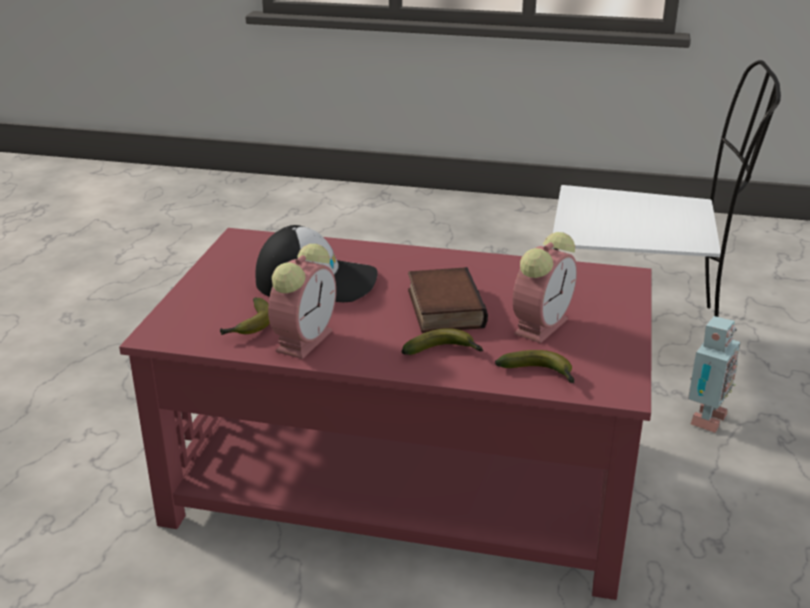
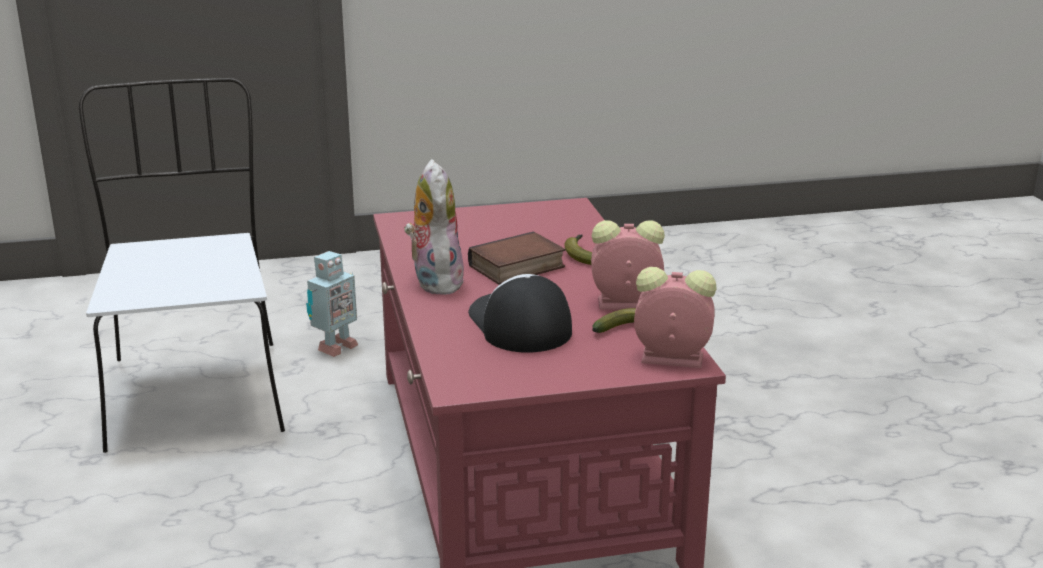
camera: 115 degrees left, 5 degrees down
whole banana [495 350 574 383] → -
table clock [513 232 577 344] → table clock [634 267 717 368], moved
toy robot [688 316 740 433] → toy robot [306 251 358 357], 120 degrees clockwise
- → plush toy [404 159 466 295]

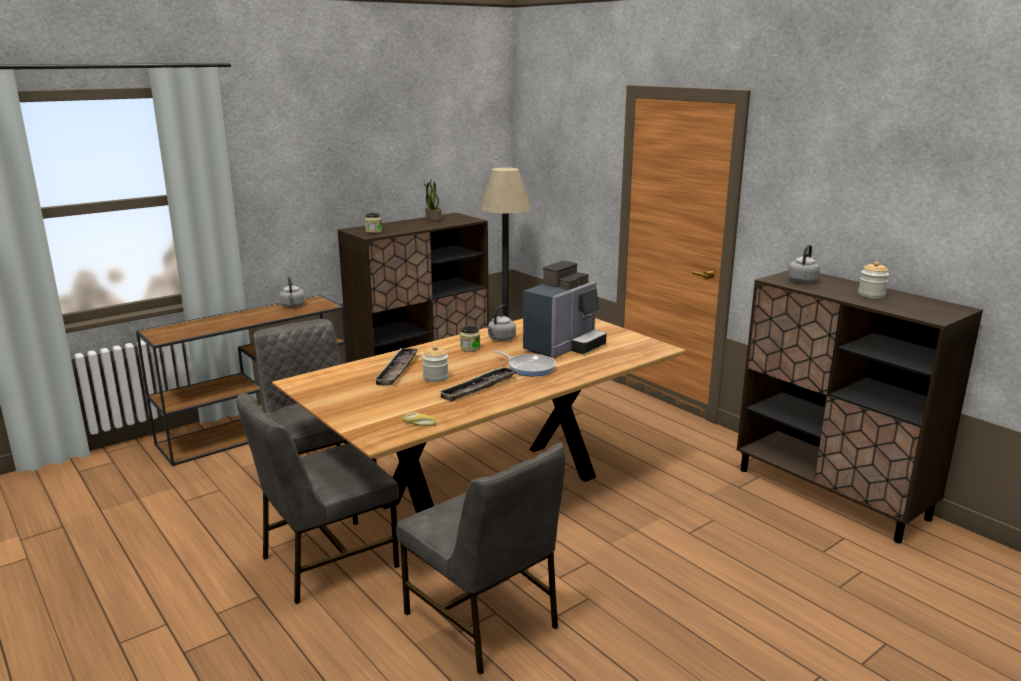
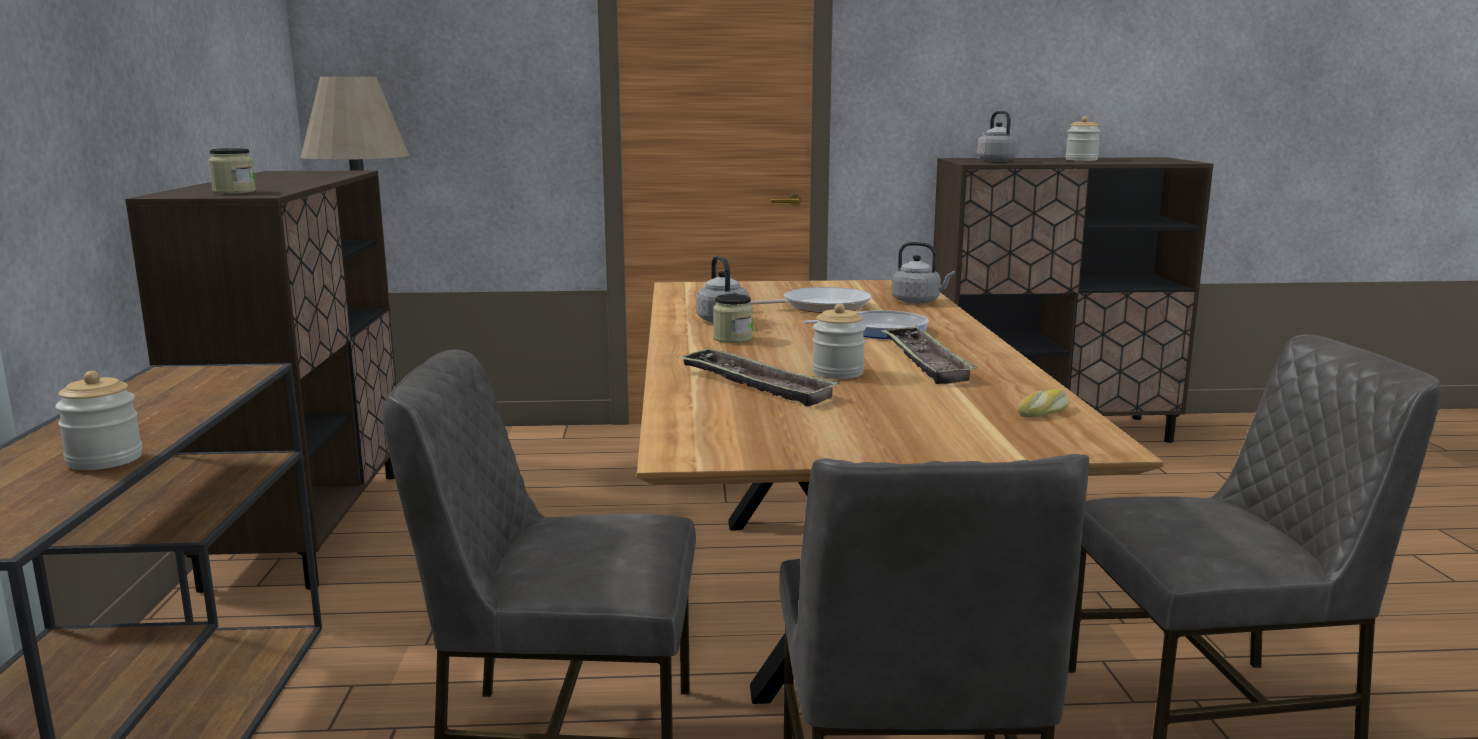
camera: 55 degrees left, 5 degrees down
water kettle/gray [279 276 305 307] → water kettle/gray [892 242 955 304], moved
potted plant [423 178 442 221] → -
coffee brewer [523 261 606 358] → skillet [750 287 872 313]
- → jar [55 371 142 470]

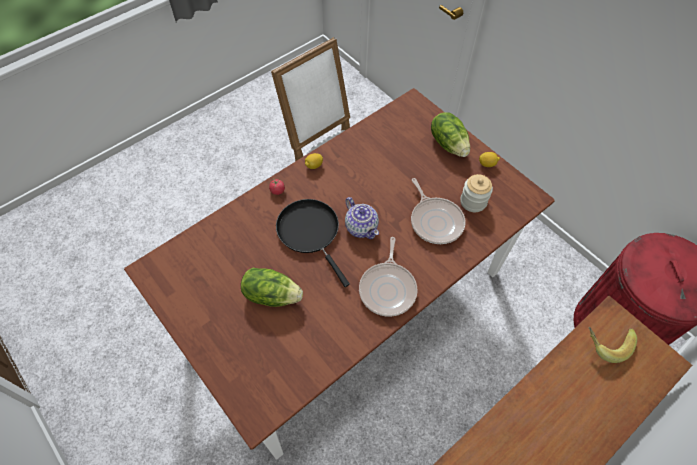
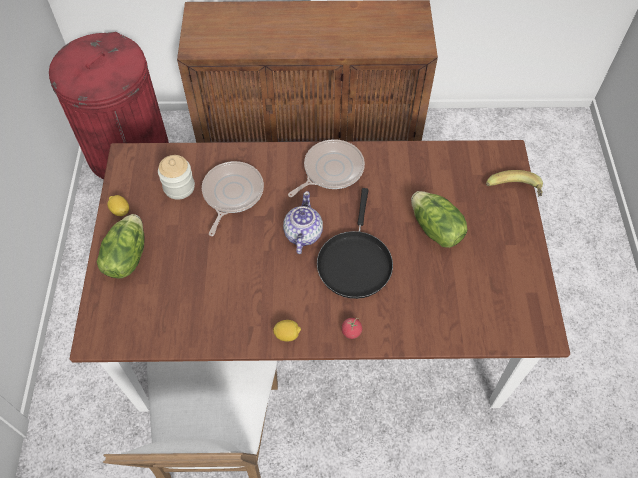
camera: 140 degrees left, 0 degrees up
whole banana [588 327 637 363] → whole banana [486 170 543 197], moved

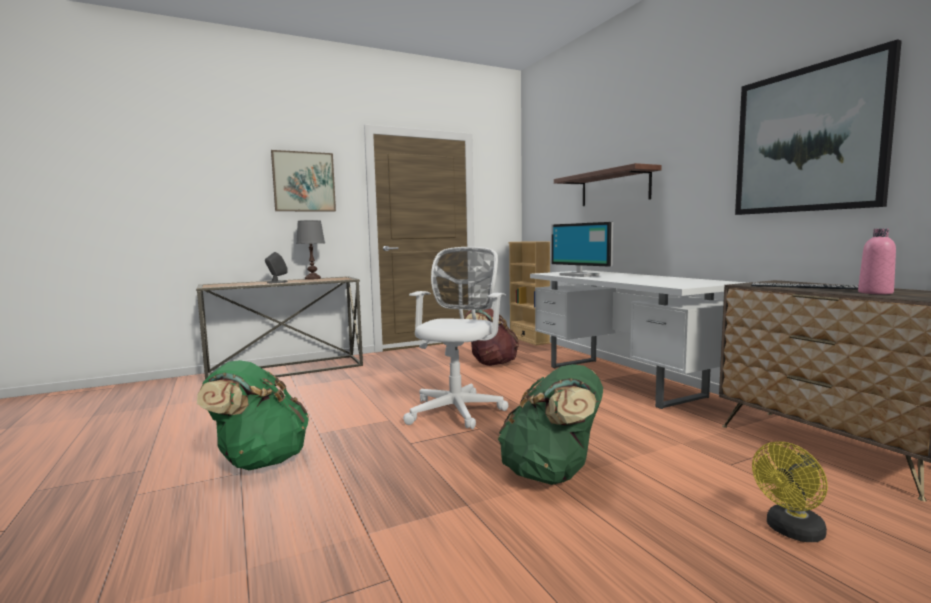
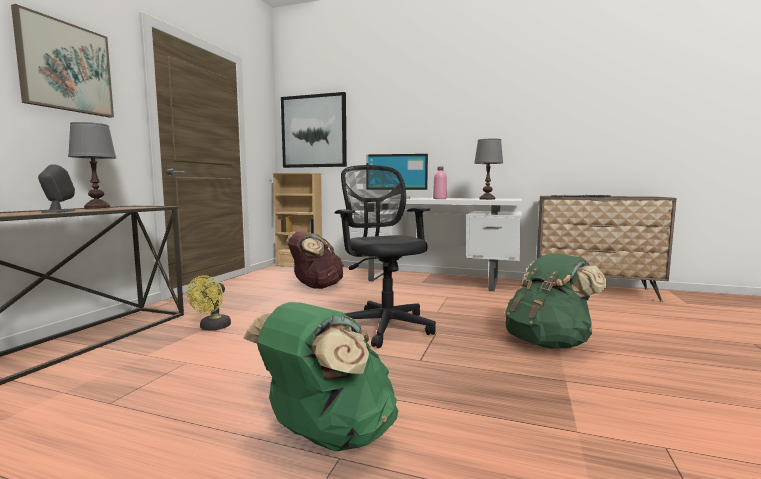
camera: 45 degrees left, 0 degrees up
desk chair/white-coloured [403 247 508 429] → desk chair/black [334 165 436 348]
wall shelf [554 163 662 206] → -
wall art [735 39 902 215] → wall art [281 92 347 168], moved
fan/yellowish [752 441 828 542] → fan/yellowish [187 275 231 330], moved
bottle/pink-coloured [858 228 896 294] → bottle/pink-coloured [433 167 447 199], moved
- → lamp for a table/gray [474 139 503 200]

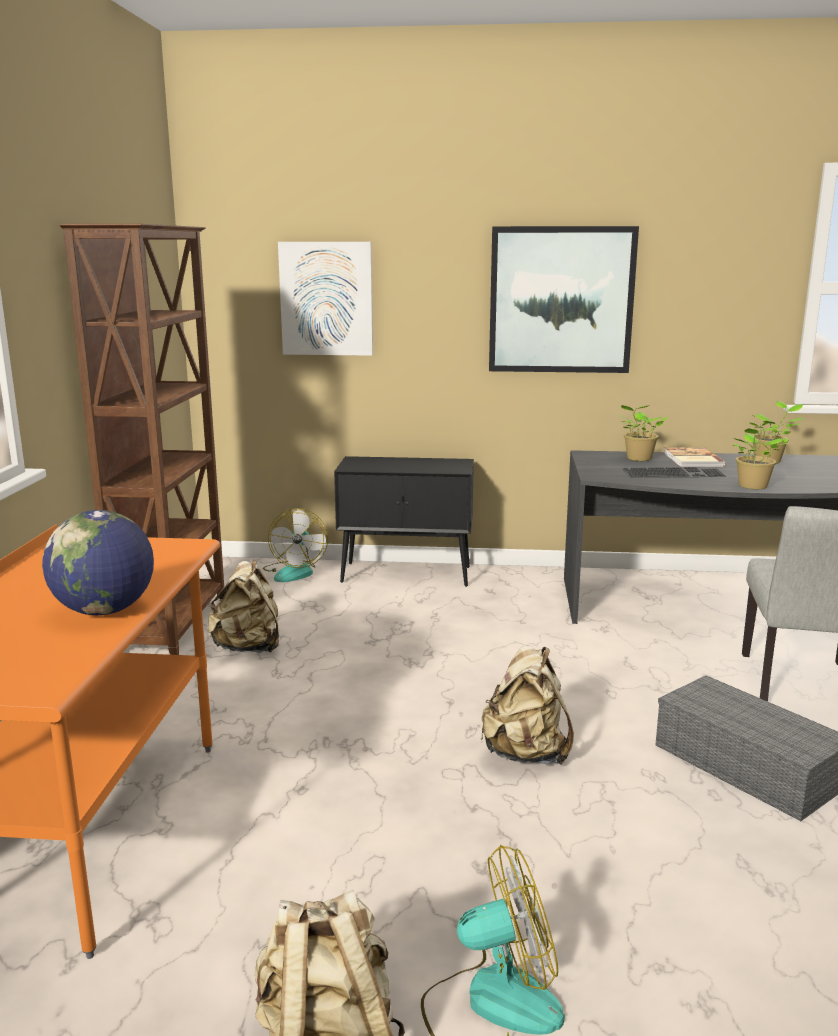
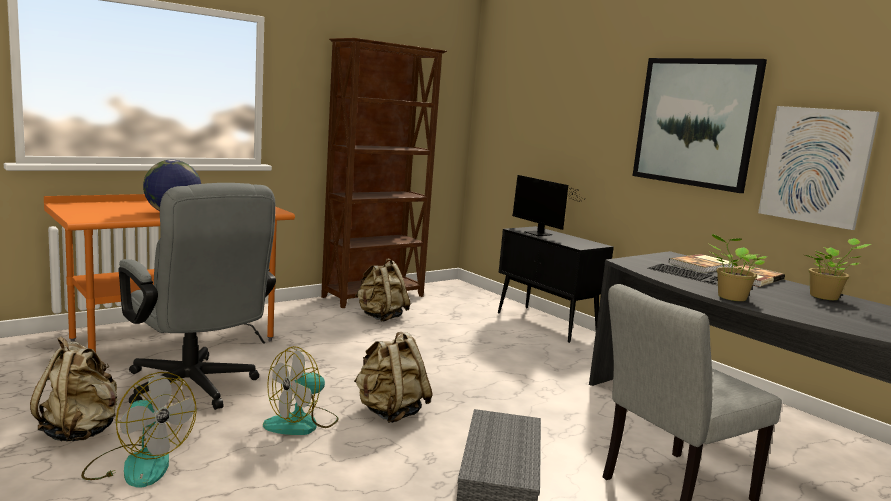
camera: 45 degrees right, 5 degrees down
fan [263 508 328 582] → fan [263 346 338 435], moved
wall art [278 242 373 356] → wall art [758 106 880 230], moved
potted plant [617 405 668 461] → volume [669 254 735 273]
- → desk chair/gray [118 183 276 410]
- → monitor [512 175 582 236]

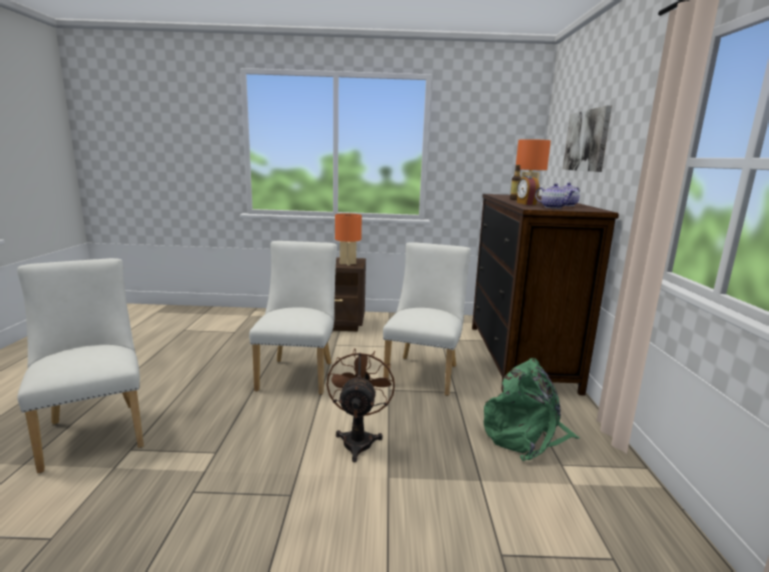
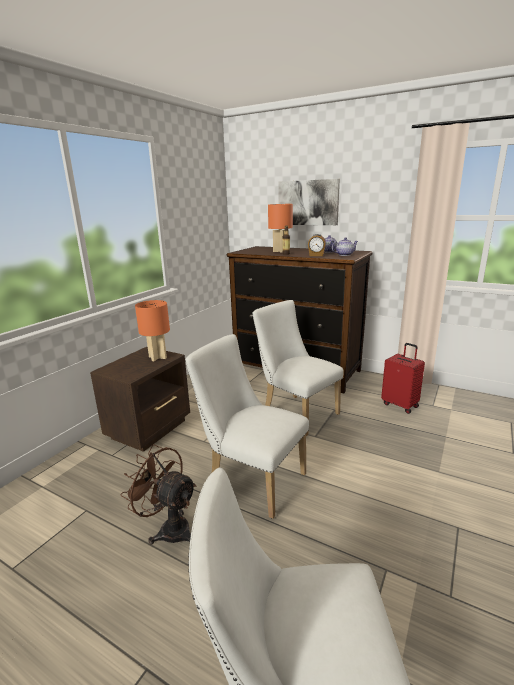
camera: 60 degrees left, 5 degrees up
fan/brown [326 348 395 462] → fan/brown [121 444 197 545], moved
backpack/green-coloured [484 358 580 461] → travel case/red [381 343 425 414]

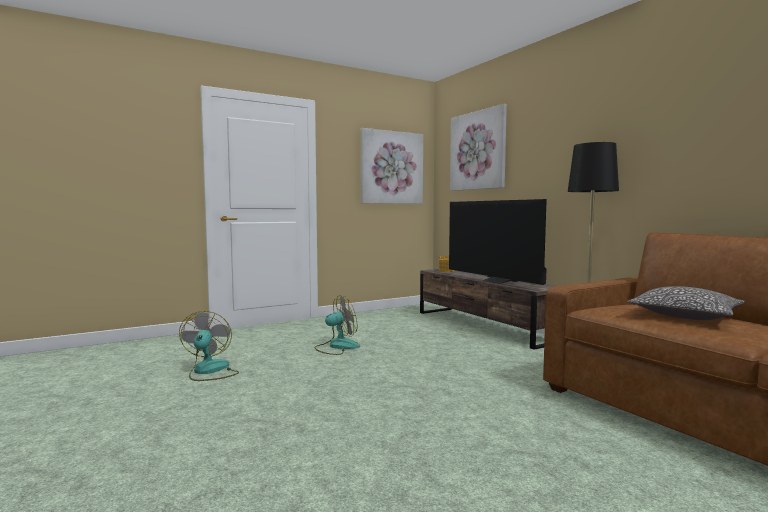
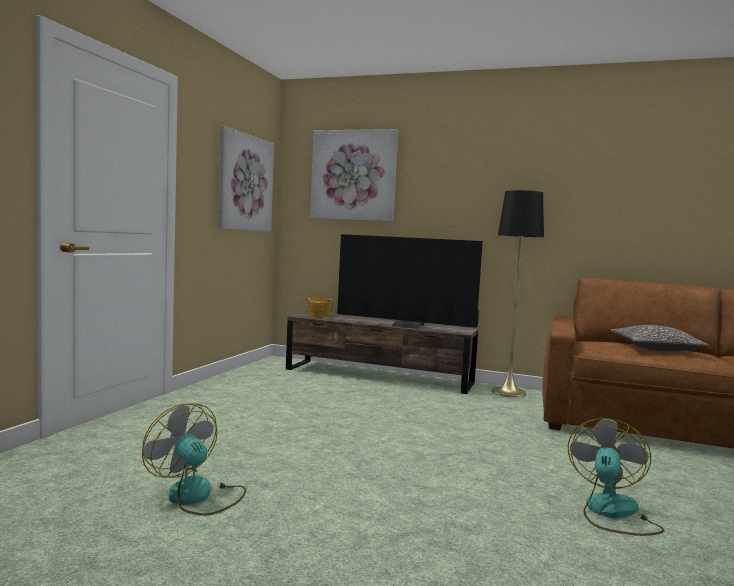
camera: 40 degrees left, 0 degrees up
fan [314 295 360 355] → fan [568 418 664 536], moved

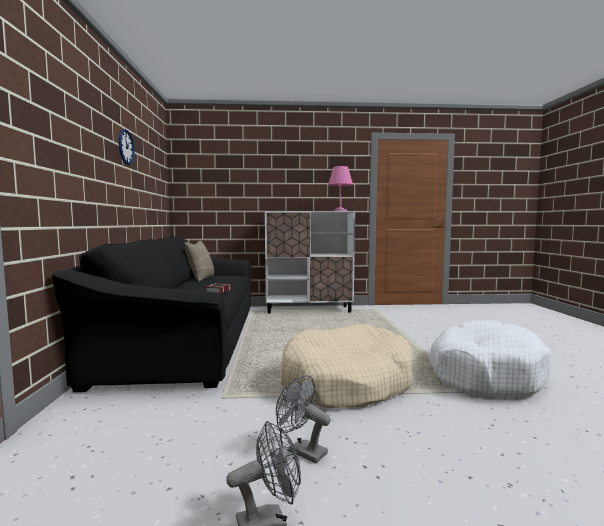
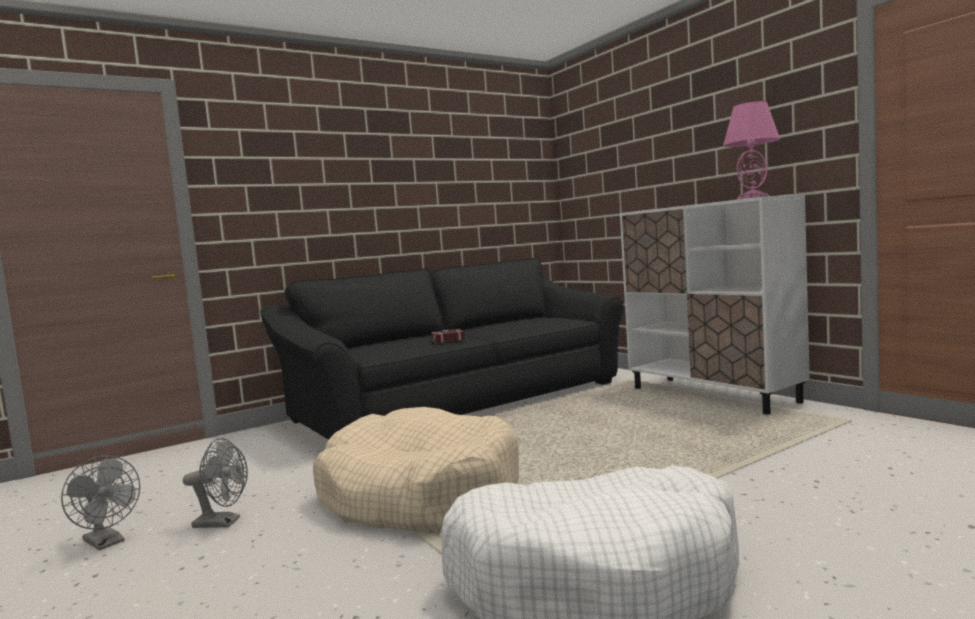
camera: 60 degrees right, 0 degrees up
clock on the wall [119 129 134 165] → -
pillow/sand-coloured [185 241 215 282] → -
fan/gray [276 375 331 463] → fan/gray [183 438 248 528], 90 degrees clockwise

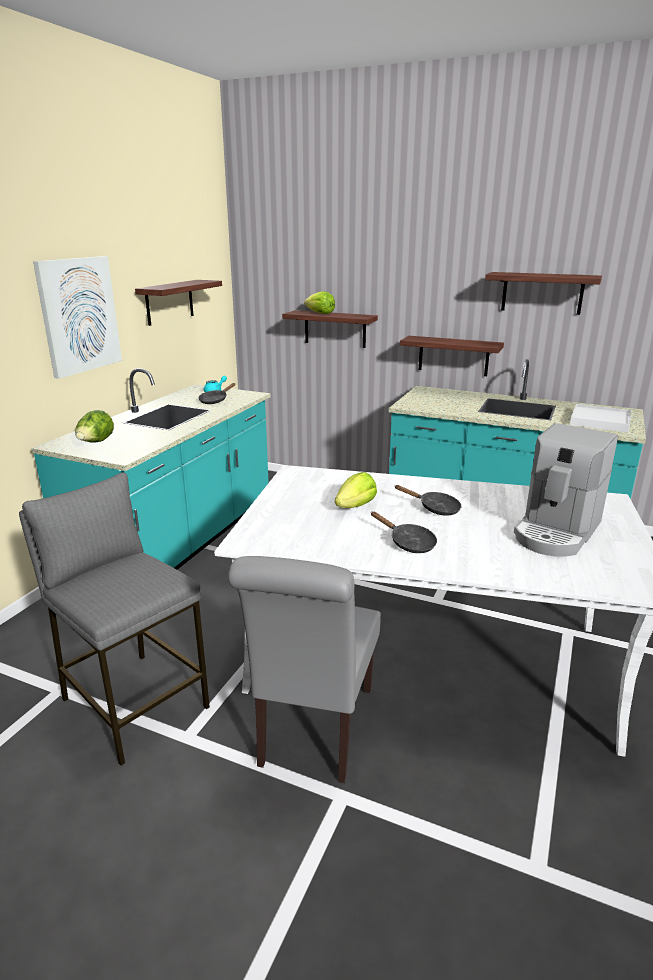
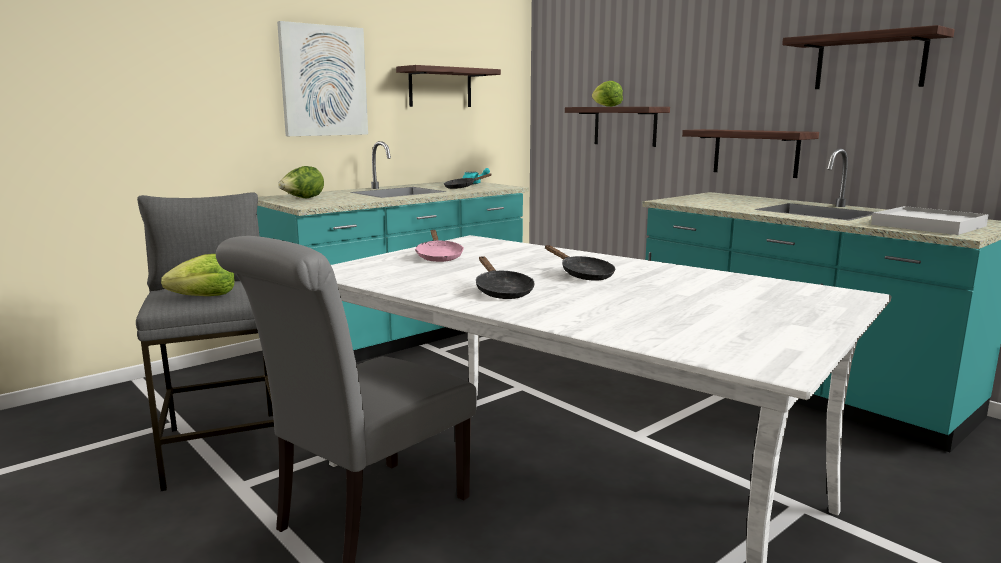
camera: 25 degrees right, 10 degrees down
lettuce head [335 472 377 508] → lettuce head [161 254 235 296], moved
coffee brewer [514 423 618 557] → -
- → skillet/pink-coloured [415 230 464 262]

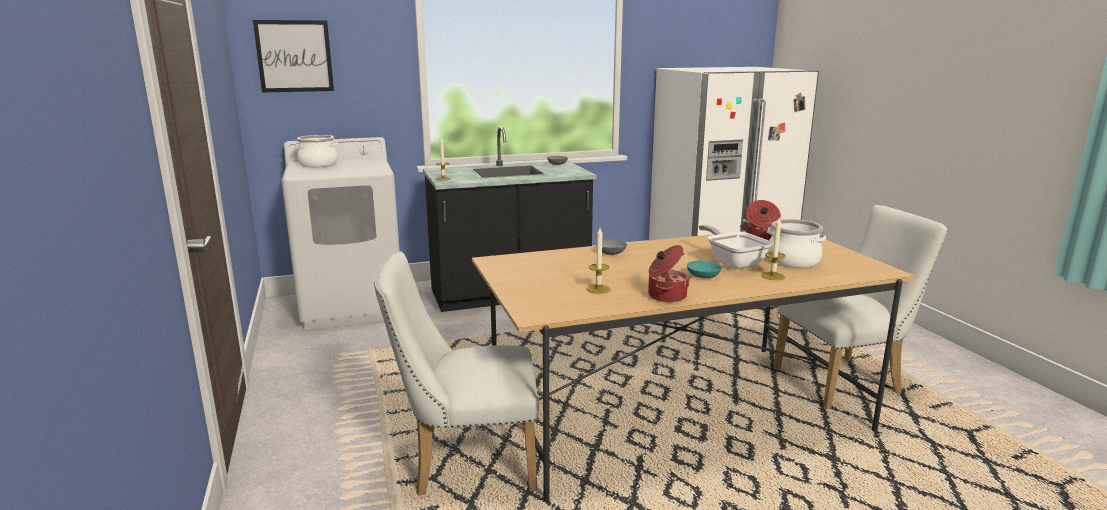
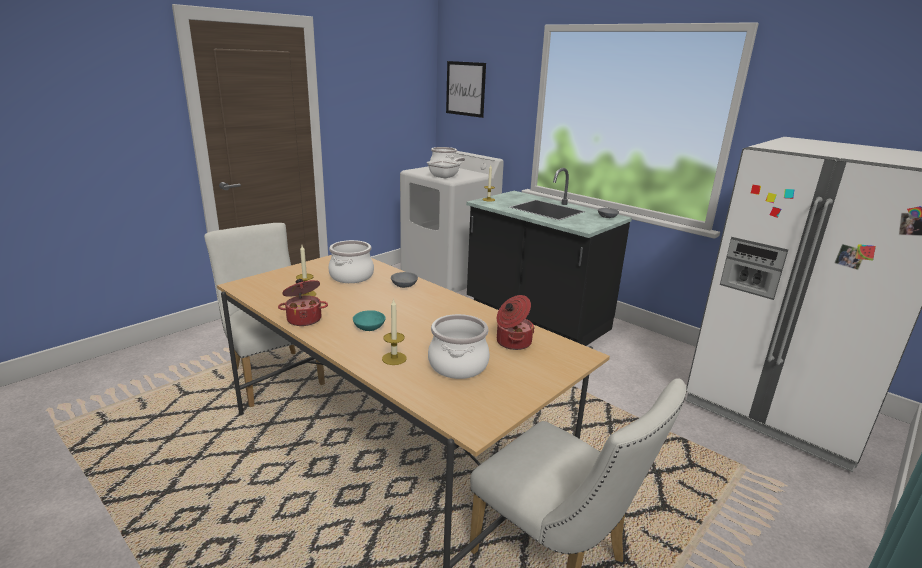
camera: 60 degrees right, 5 degrees up
skillet [698 225 772 269] → skillet [427 157 465 178], moved
- → stockpot [328 240 374 283]

